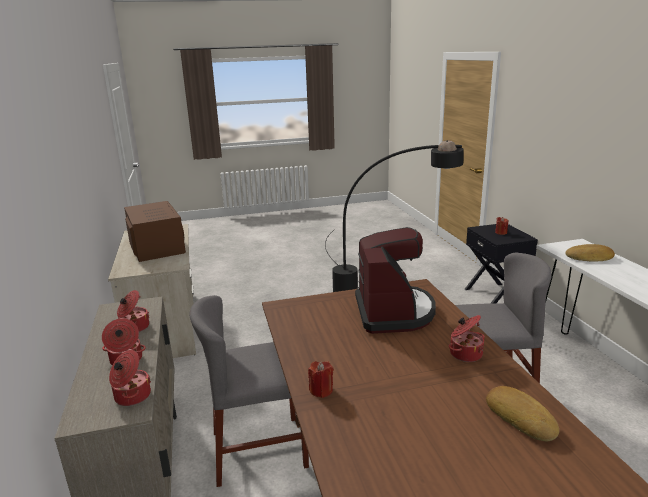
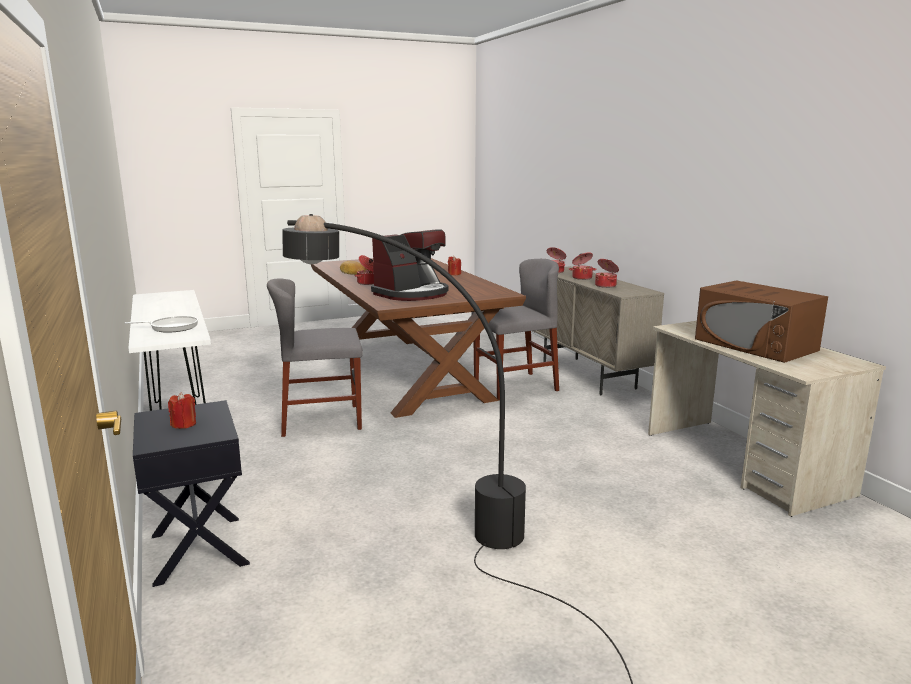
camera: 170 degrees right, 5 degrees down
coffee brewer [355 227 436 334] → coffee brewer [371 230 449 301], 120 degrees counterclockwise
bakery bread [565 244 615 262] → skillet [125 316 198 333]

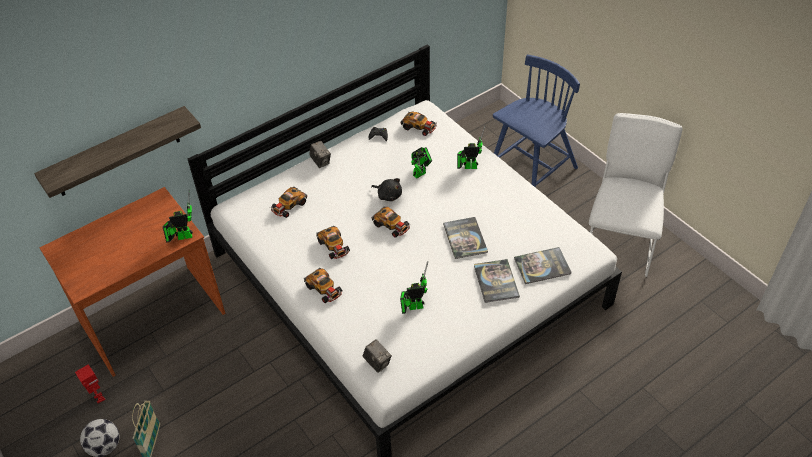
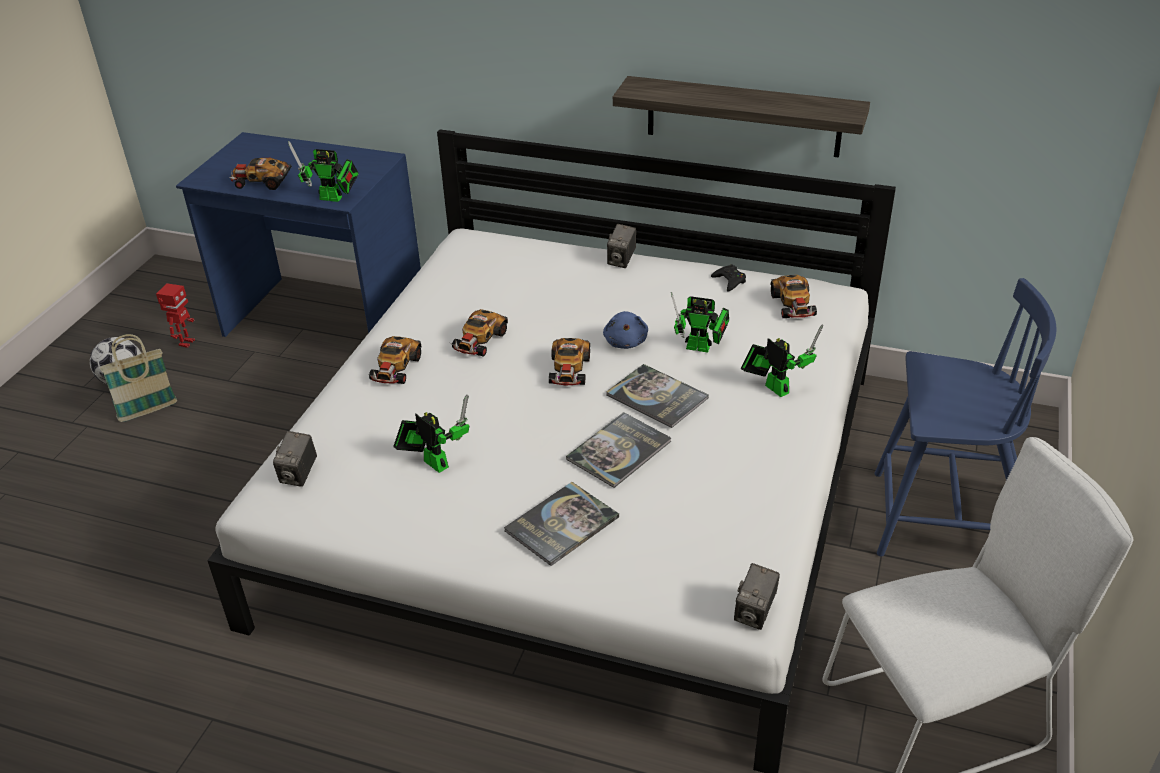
camera: 55 degrees right, 10 degrees down
wall shelf [34 106 201 198] → wall shelf [613 76 870 158], moved
desk/brown [40 187 225 377] → desk/blue [176 132 421 337]
toy robot [163 200 193 243] → toy robot [288 141 359 202], 150 degrees clockwise
toy car [270 187 307 218] → toy car [229 158 292 190], moved
plush toy/black [371 178 402 201] → plush toy/blue [603 311 648 349]
volume [514 247 572 284] → volume [606 364 709 428], moved
- → still camera [734 563 780 630]

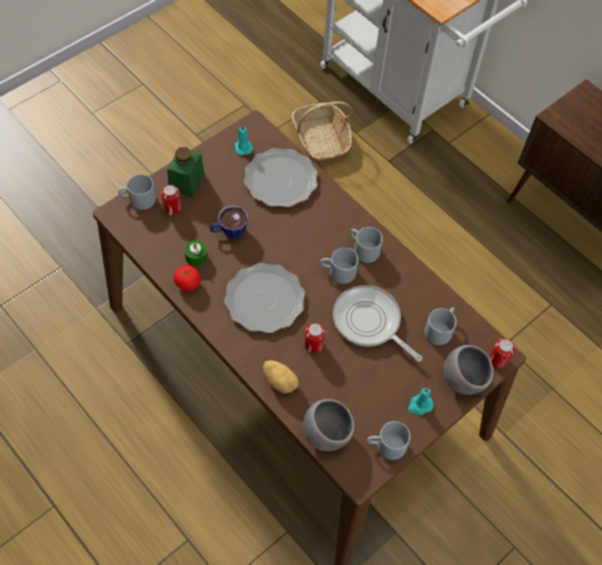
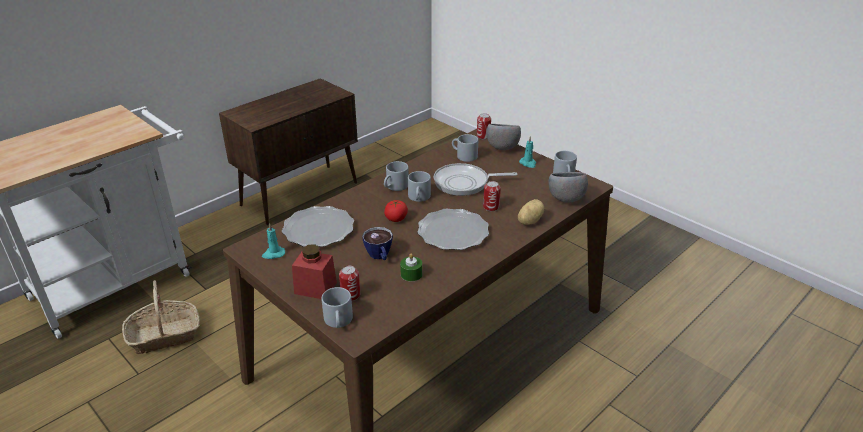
camera: 90 degrees left, 25 degrees down
jar/green-coloured [167 147 204 197] → jar/red [292 244 337 299]
tomato [173 265 201 291] → tomato [384 200 408 222], moved
skillet [333 285 422 362] → skillet [434 163 517 196], 45 degrees clockwise

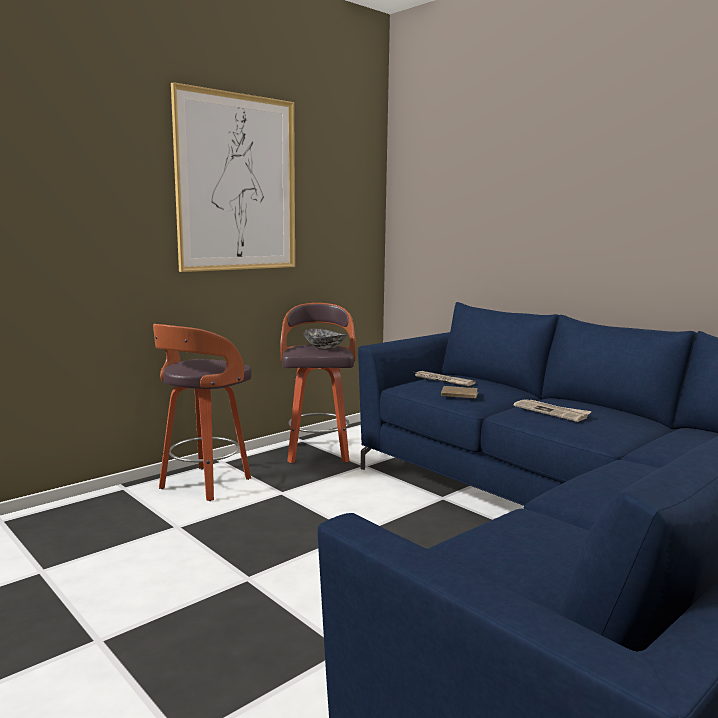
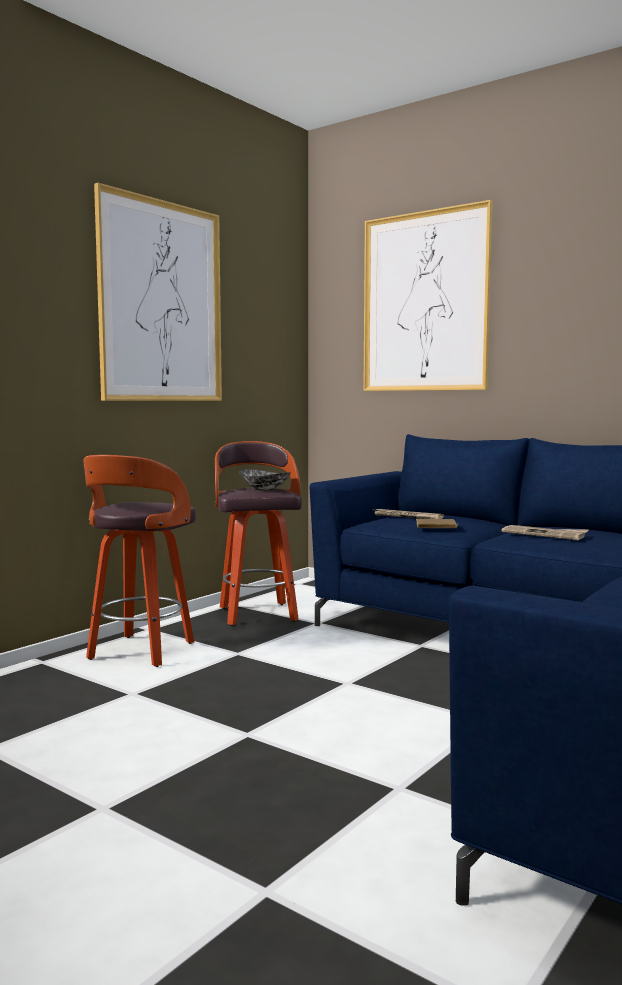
camera: 10 degrees left, 5 degrees down
- → wall art [363 200 493 391]

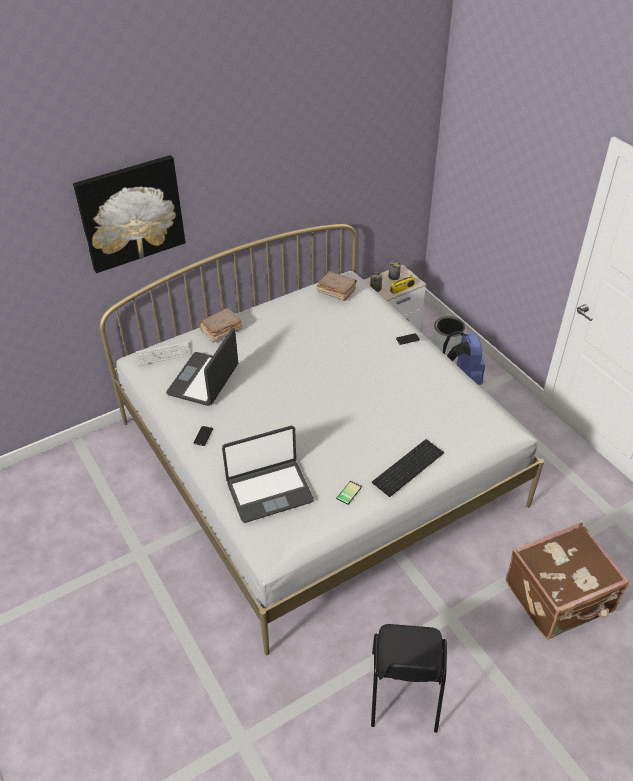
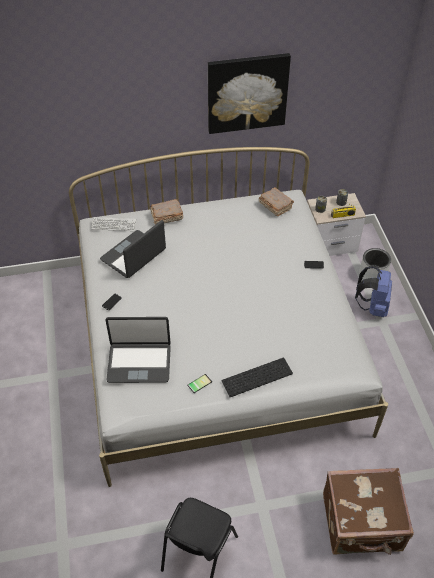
camera: 20 degrees right, 5 degrees up
wall art [73 155 186 273] → wall art [208 53 291 134], moved

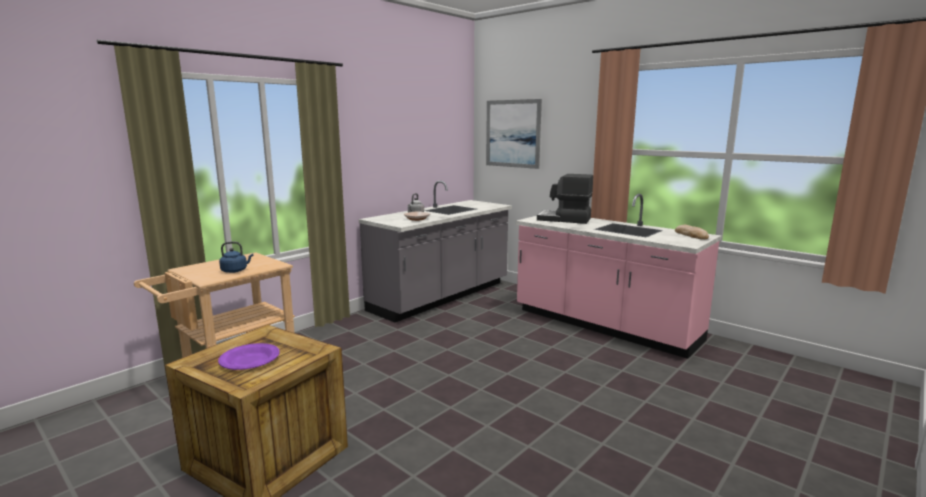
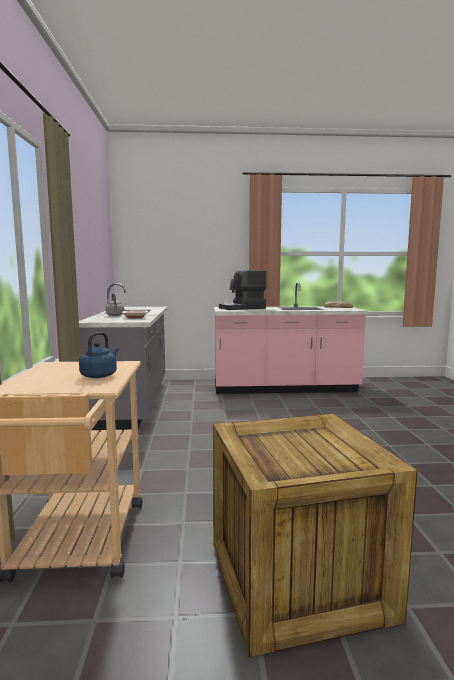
camera: 45 degrees left, 5 degrees down
plate/purplish [218 343 280 370] → -
wall art [486 99 542 169] → -

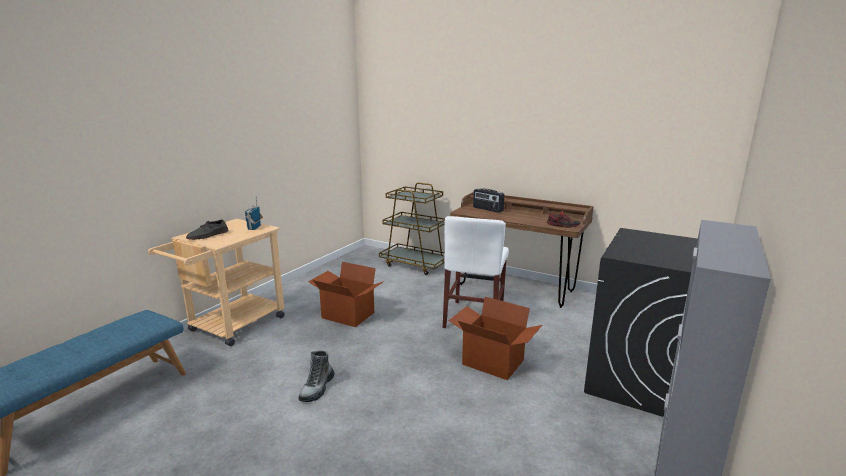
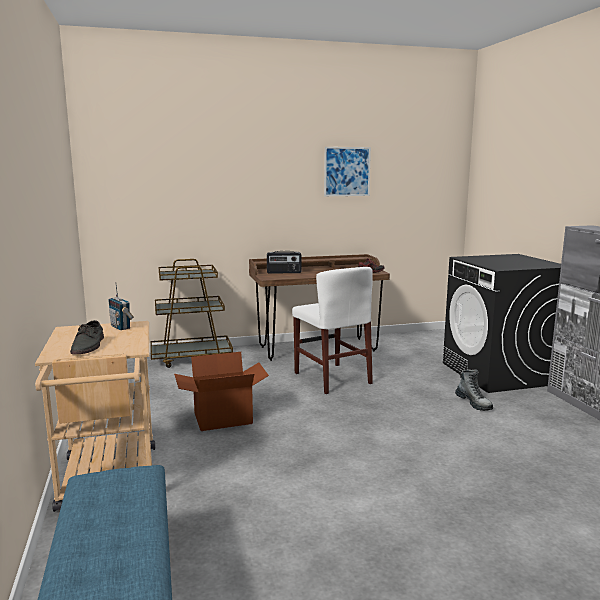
camera: 45 degrees left, 5 degrees down
boot [299 350 335 402] → boot [455 369 493 411], moved
packing box [448 297 542 380] → -
- → wall art [324 147 371 196]

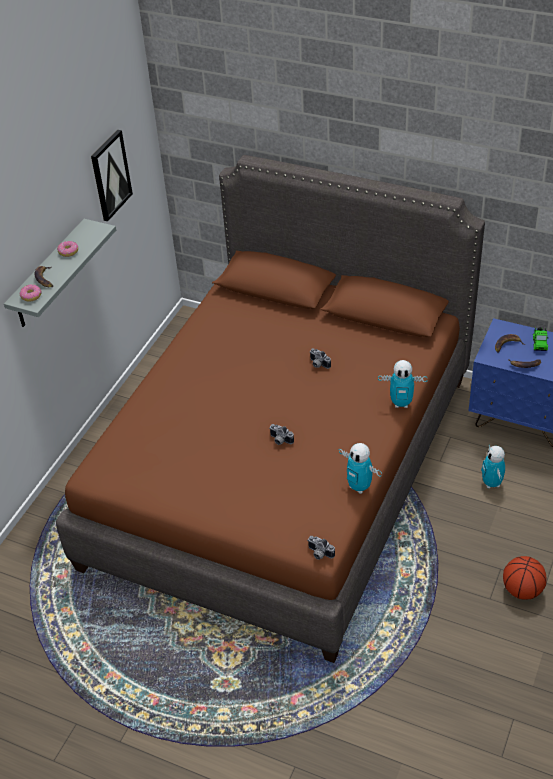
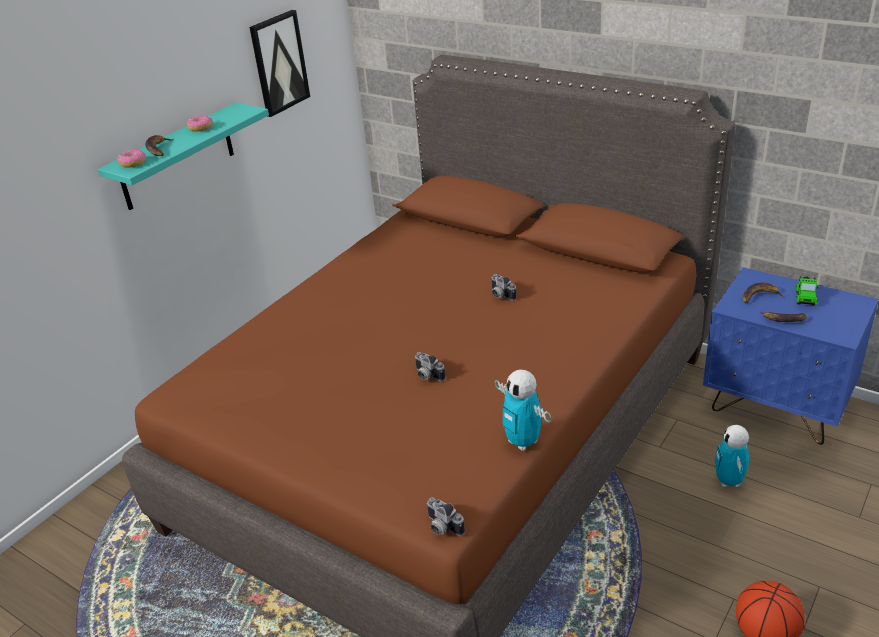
camera: 10 degrees right, 10 degrees down
wall shelf/gray [4 219 116 327] → wall shelf/blue-green [97 103 269 210]
toy robot [378 360 428 408] → -

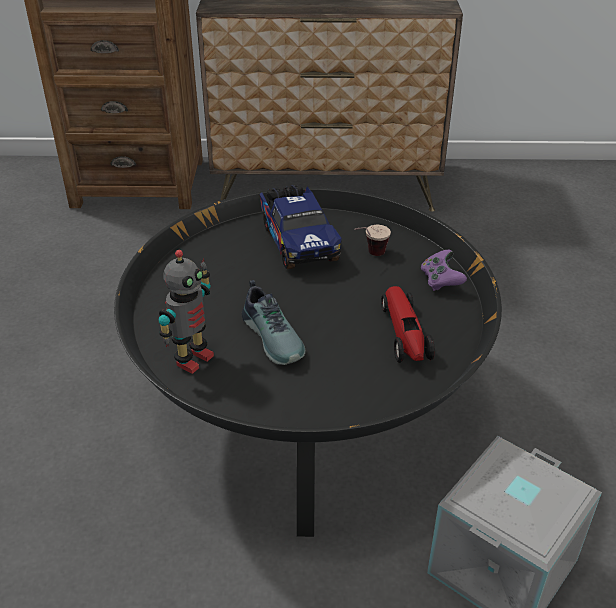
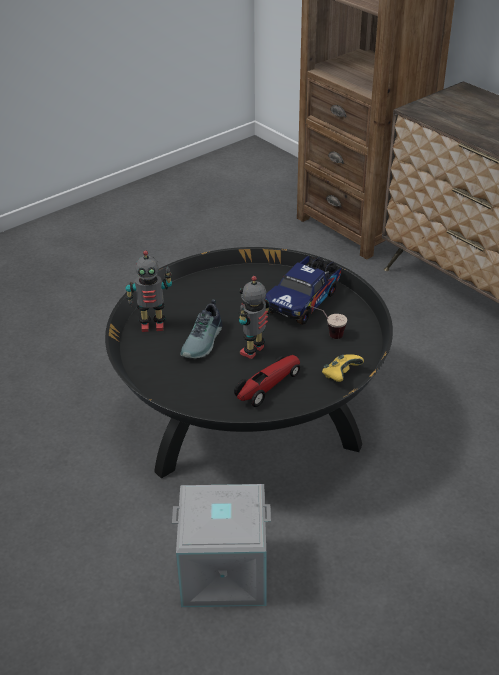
camera: 50 degrees right, 0 degrees up
joypad/purplish [421 250 467 291] → joypad/yellowish [322 354 364 382]
- → toy robot [238 276 270 359]

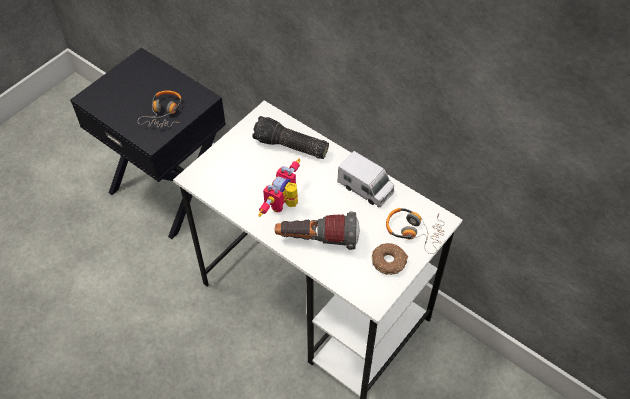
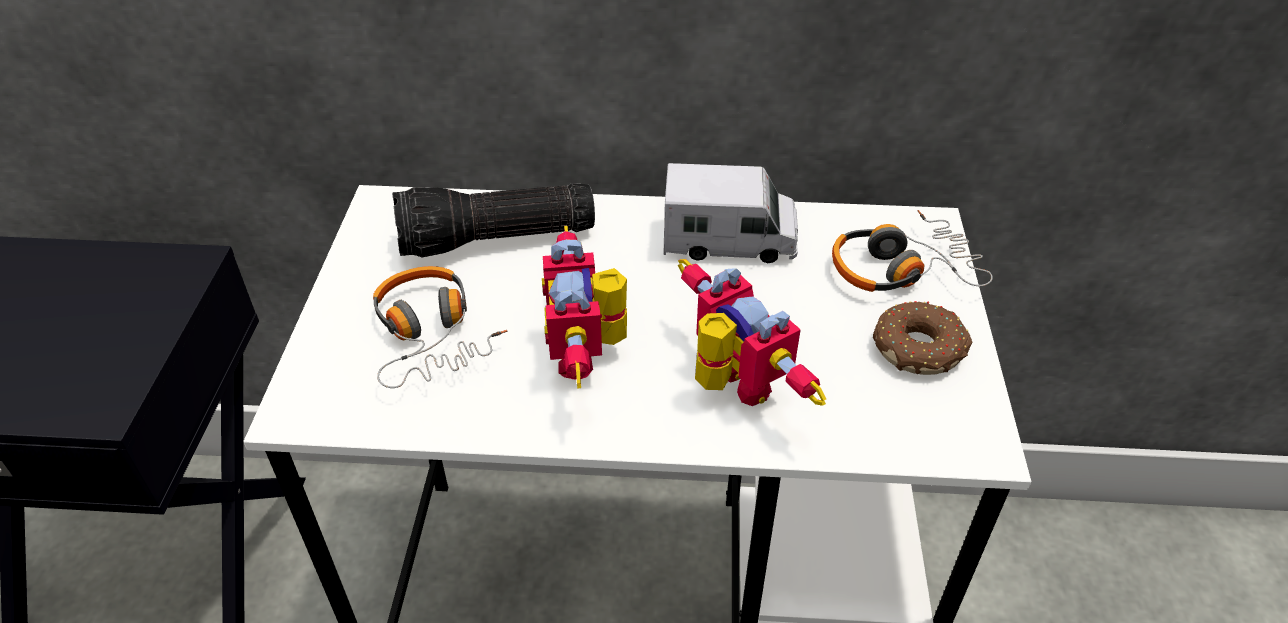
camera: 35 degrees left, 10 degrees down
headphones [138 91 182 127] → headphones [373 266 508 388], moved
torch [275 211 360 250] → toy robot [678 259 826 406]

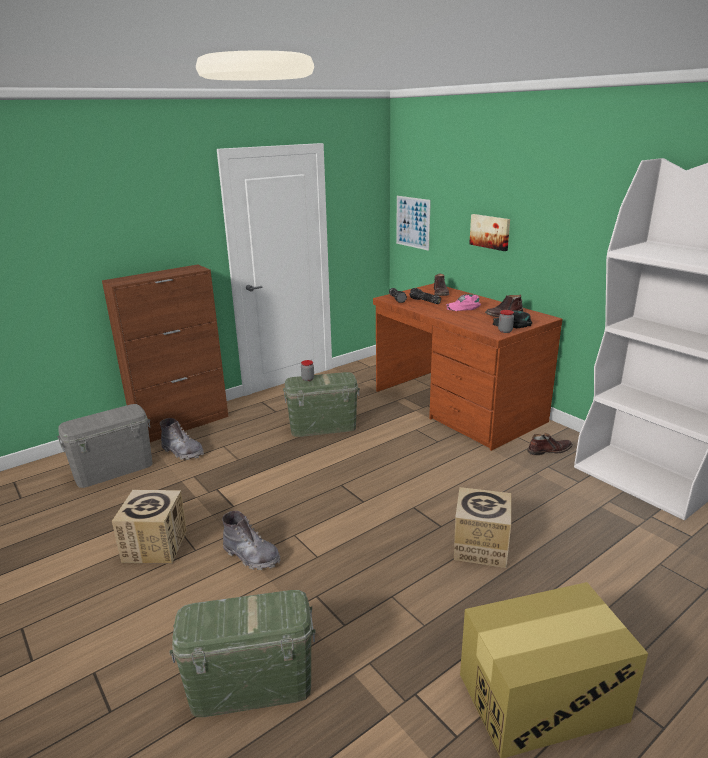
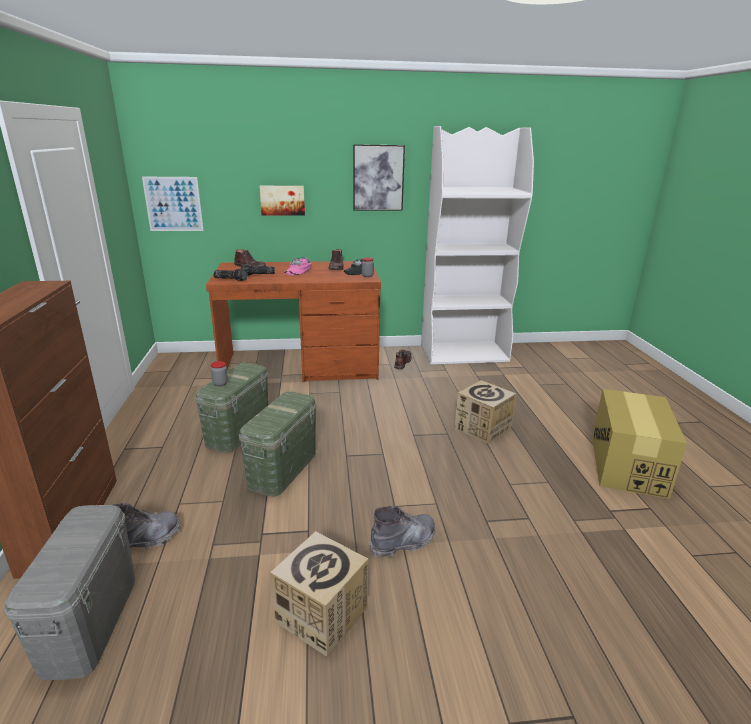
camera: 60 degrees left, 0 degrees up
storage container/green-coloured [170 590 316 717] → storage container/green-coloured [238 391 317 497], moved
- → wall art [353 144 405 210]

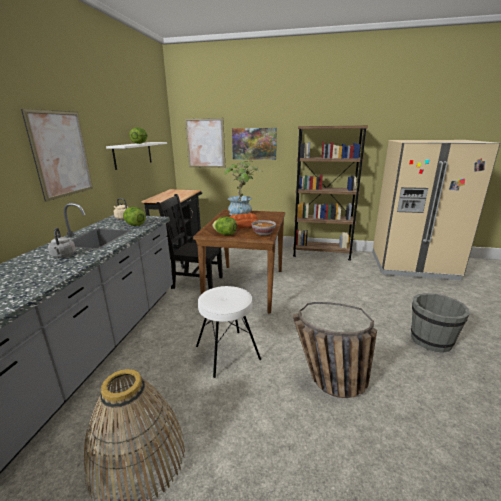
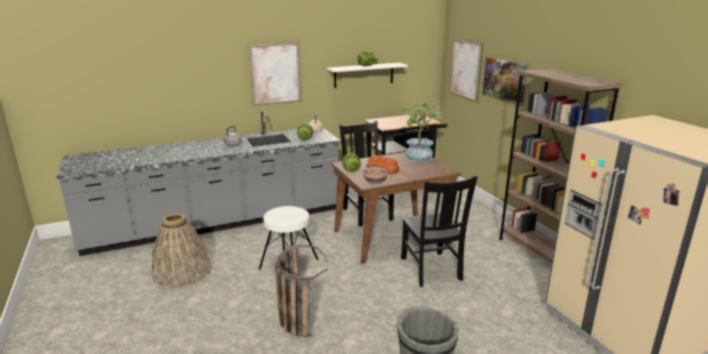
camera: 55 degrees right, 0 degrees up
- → upright chair/black [401 176 478 287]

